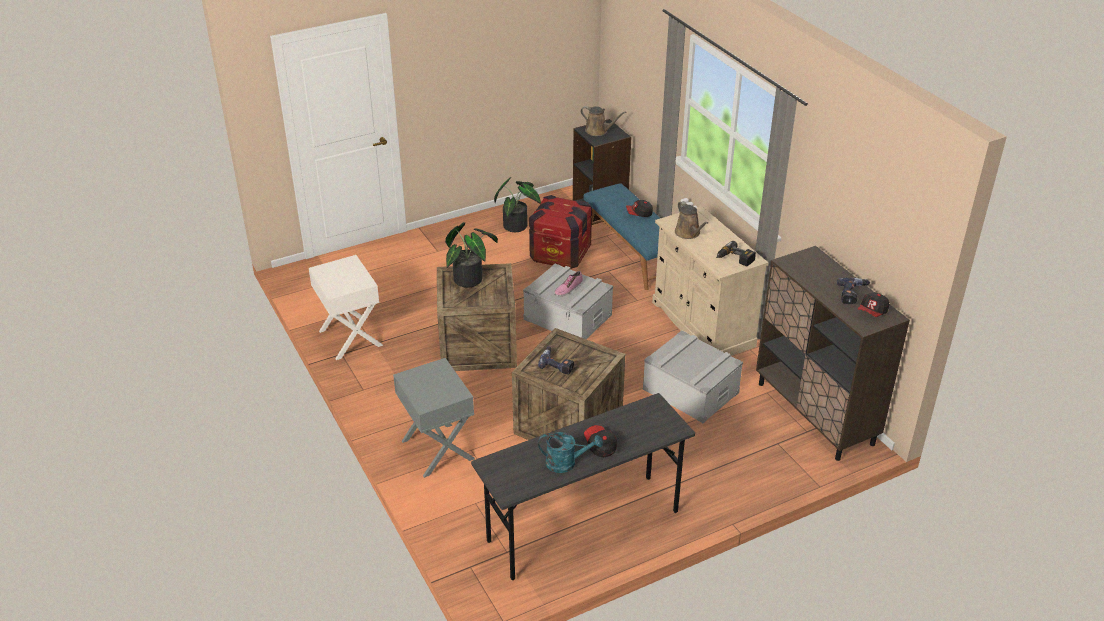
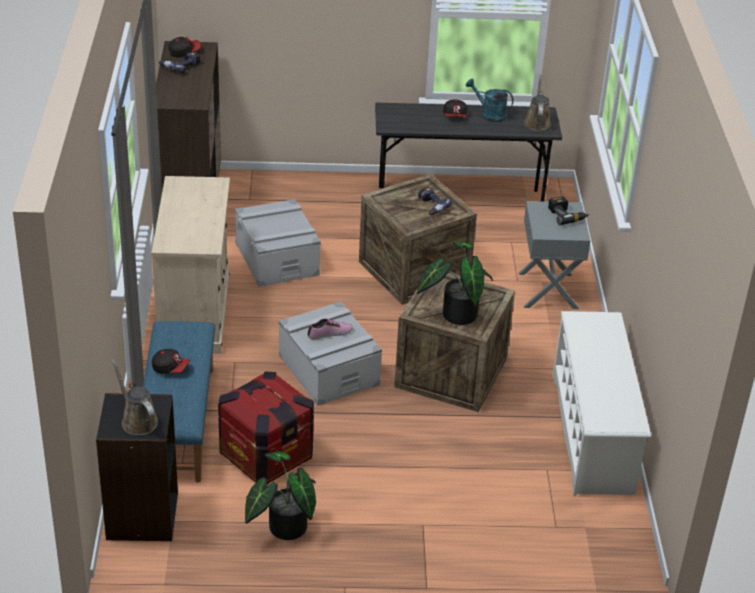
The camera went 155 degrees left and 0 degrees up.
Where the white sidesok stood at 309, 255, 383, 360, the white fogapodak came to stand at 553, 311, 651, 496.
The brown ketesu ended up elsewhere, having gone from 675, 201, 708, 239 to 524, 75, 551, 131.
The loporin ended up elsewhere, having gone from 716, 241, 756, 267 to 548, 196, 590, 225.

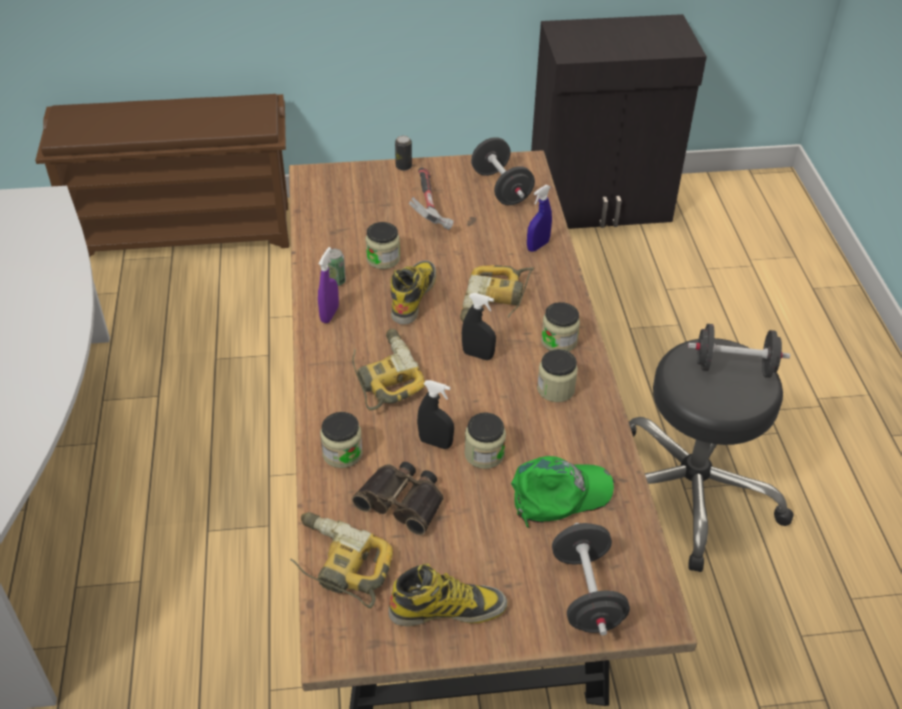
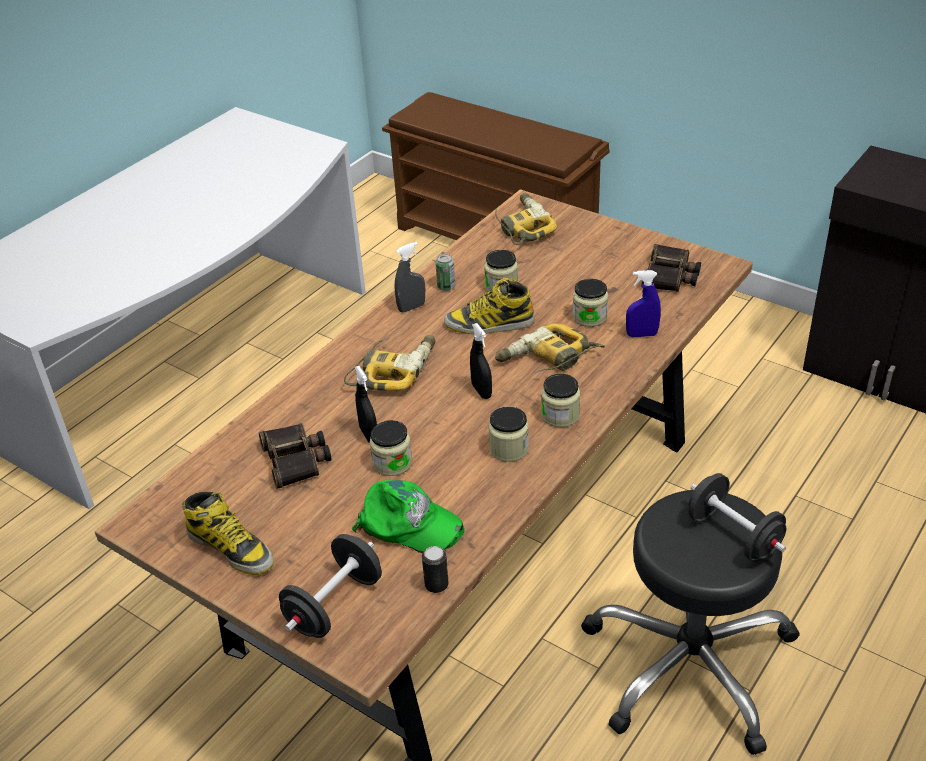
The camera went 45 degrees right and 5 degrees down.
The loporin ended up elsewhere, having gone from 290, 512, 393, 608 to 495, 193, 557, 245.
What was the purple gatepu at 318, 247, 339, 323 turned into the grey gatepu at 394, 242, 425, 312.
The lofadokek ended up elsewhere, having gone from 320, 412, 363, 468 to 573, 279, 608, 327.
The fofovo at 390, 260, 436, 325 ended up facing another way, 150 degrees counterclockwise from before.
The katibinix ended up elsewhere, having gone from 395, 136, 412, 171 to 422, 546, 449, 593.
The second view lost the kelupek at 409, 168, 454, 230.
Where the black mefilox stood at 471, 137, 535, 205, the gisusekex came to stand at 641, 244, 701, 292.

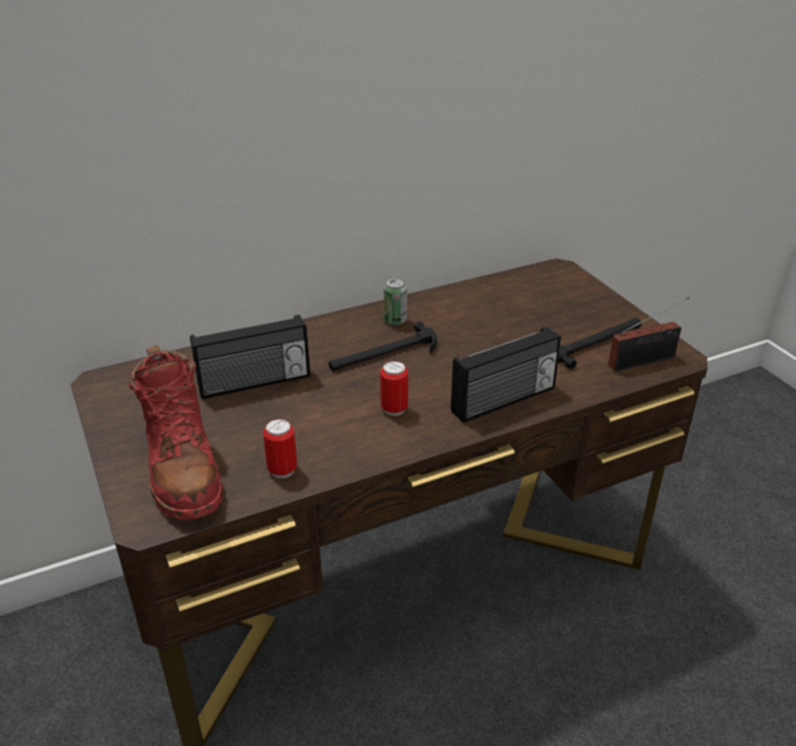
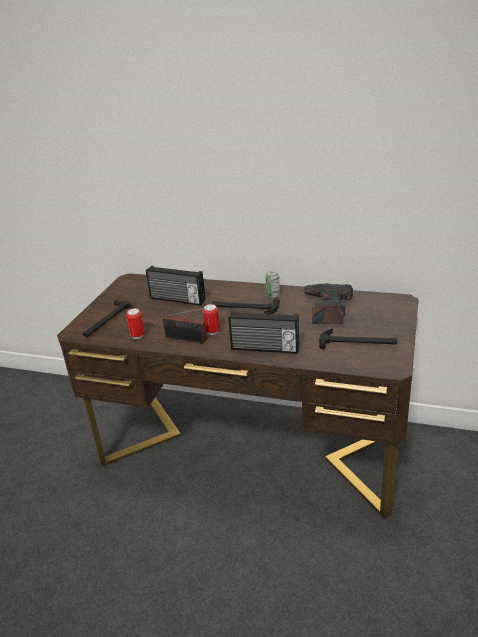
The camera went 45 degrees right and 5 degrees down.
Where the red fofovo stood at 128, 345, 224, 520, the kelupek came to stand at 83, 300, 132, 337.
The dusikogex ended up elsewhere, having gone from 608, 297, 689, 372 to 163, 308, 207, 344.
The second view gained the loporin at 301, 283, 353, 324.

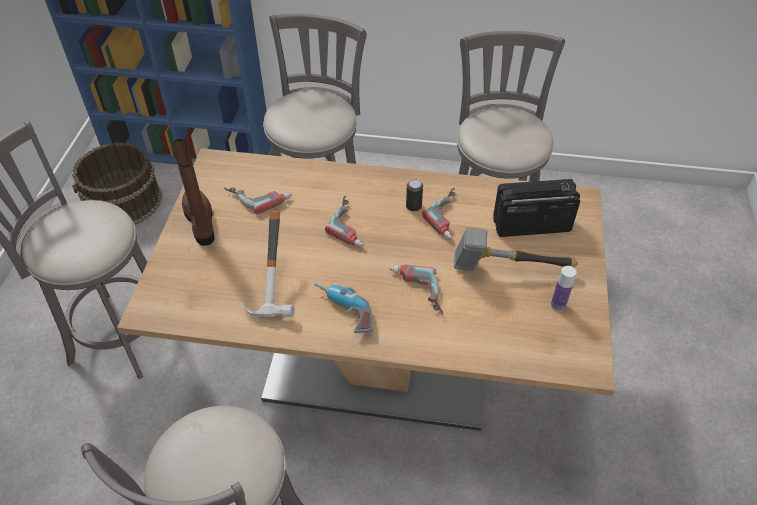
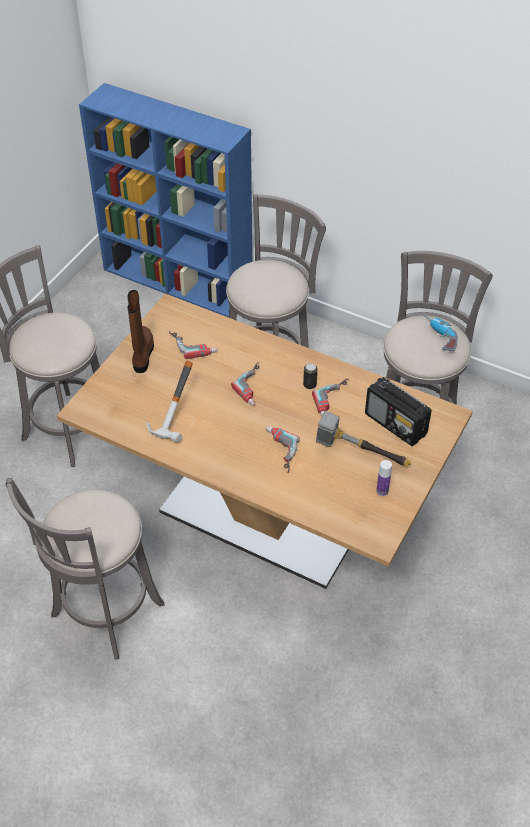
The camera went 20 degrees right and 0 degrees up.
The second view lost the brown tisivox at 72, 142, 162, 225.
The loporin ended up elsewhere, having gone from 314, 283, 373, 333 to 424, 314, 458, 351.
The dusikogex at 493, 179, 580, 237 ended up facing another way, 150 degrees counterclockwise from before.

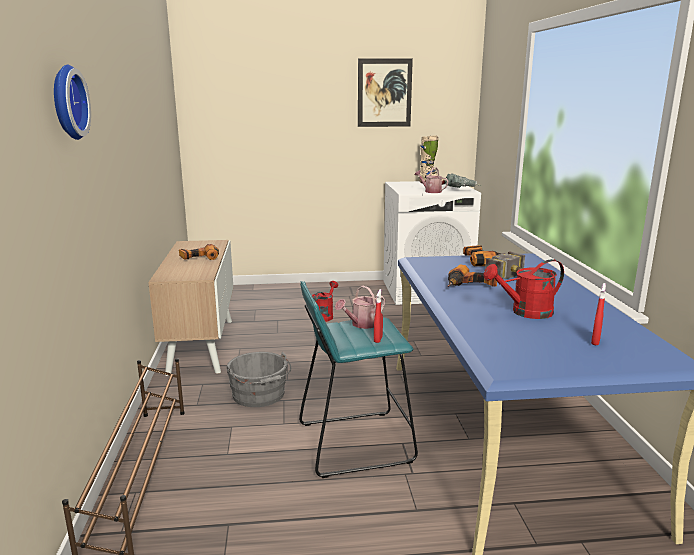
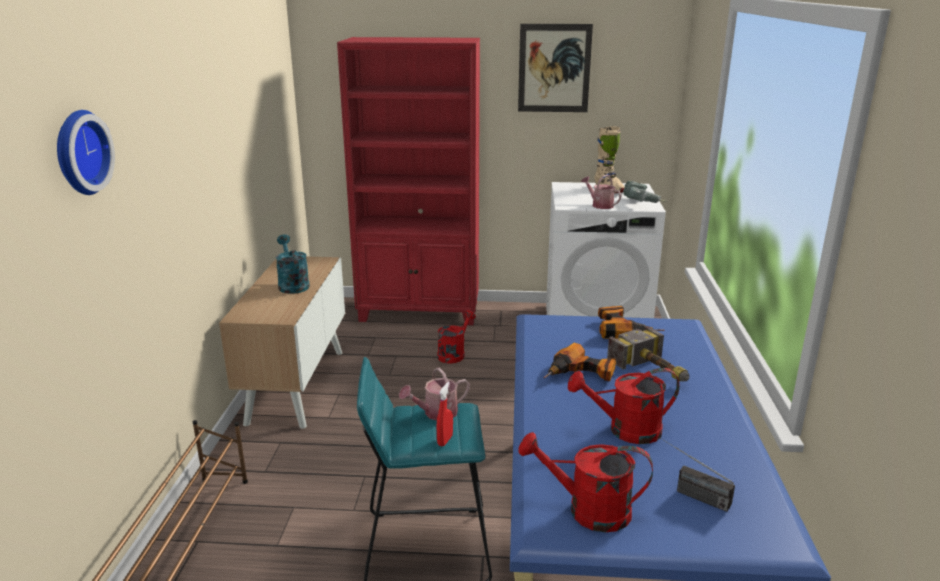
The camera went 10 degrees right and 5 degrees up.
Where the loporin stood at 179, 244, 219, 260, the turquoise ketesu came to stand at 276, 234, 310, 294.
The second view lost the grey tisivox at 226, 352, 291, 407.
Where the red gatepu stood at 591, 283, 606, 345, the dusikogex came to stand at 660, 438, 735, 512.
The second view gained the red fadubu at 337, 37, 480, 325.
The second view gained the red ketesu at 519, 432, 653, 533.

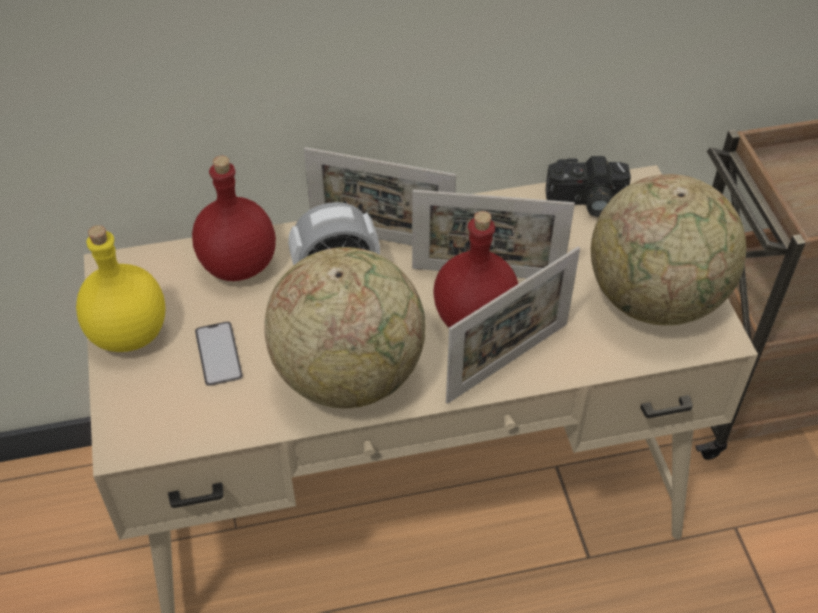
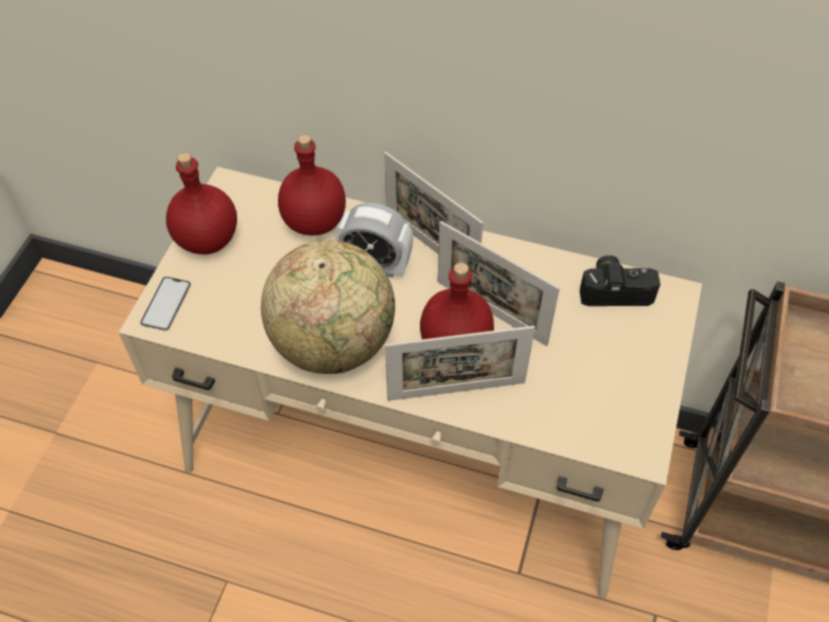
The camera went 30 degrees right and 5 degrees up.
What was the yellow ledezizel at 76, 225, 166, 352 turned into the red ledezizel at 166, 153, 237, 254.
The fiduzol ended up elsewhere, having gone from 195, 322, 243, 386 to 140, 277, 191, 331.
The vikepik at 545, 156, 631, 217 ended up facing another way, 150 degrees clockwise from before.
The second view lost the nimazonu at 591, 174, 746, 325.

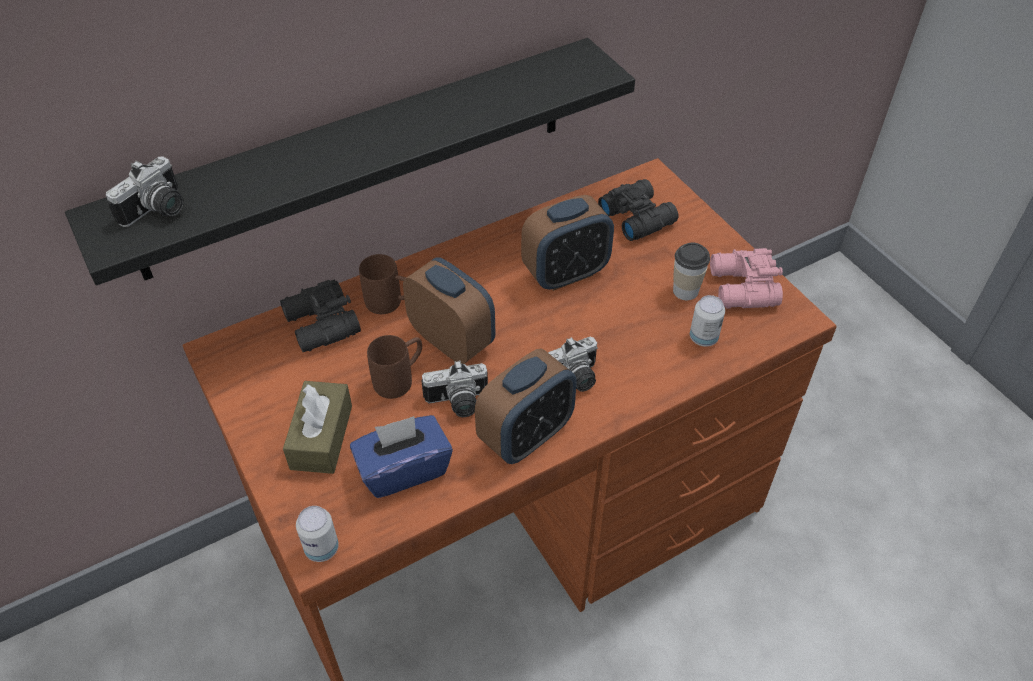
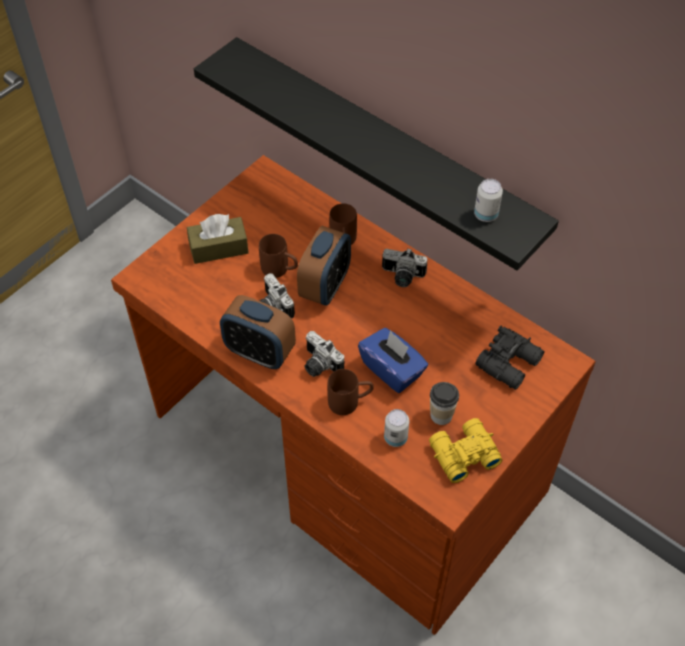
The camera went 70 degrees right and 5 degrees up.
The vikepik ended up elsewhere, having gone from 106, 156, 184, 227 to 382, 249, 427, 287.
The second view lost the black gisusekex at 280, 279, 361, 352.
The katibinix ended up elsewhere, having gone from 296, 506, 339, 562 to 474, 179, 503, 222.
The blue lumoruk ended up elsewhere, having gone from 350, 415, 453, 498 to 358, 328, 428, 393.
The second view lost the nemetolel at 521, 195, 614, 291.
What was the pink gisusekex at 710, 248, 783, 309 turned into the yellow gisusekex at 429, 418, 502, 483.
The second view gained the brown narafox at 327, 369, 374, 415.

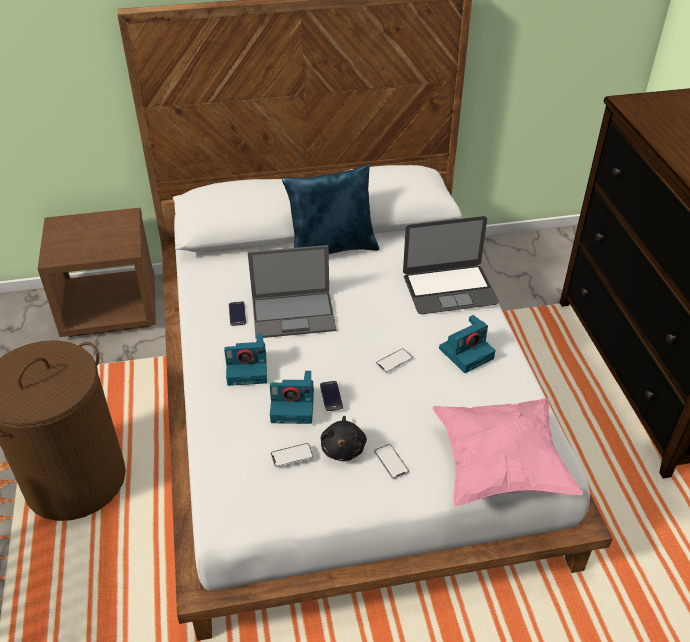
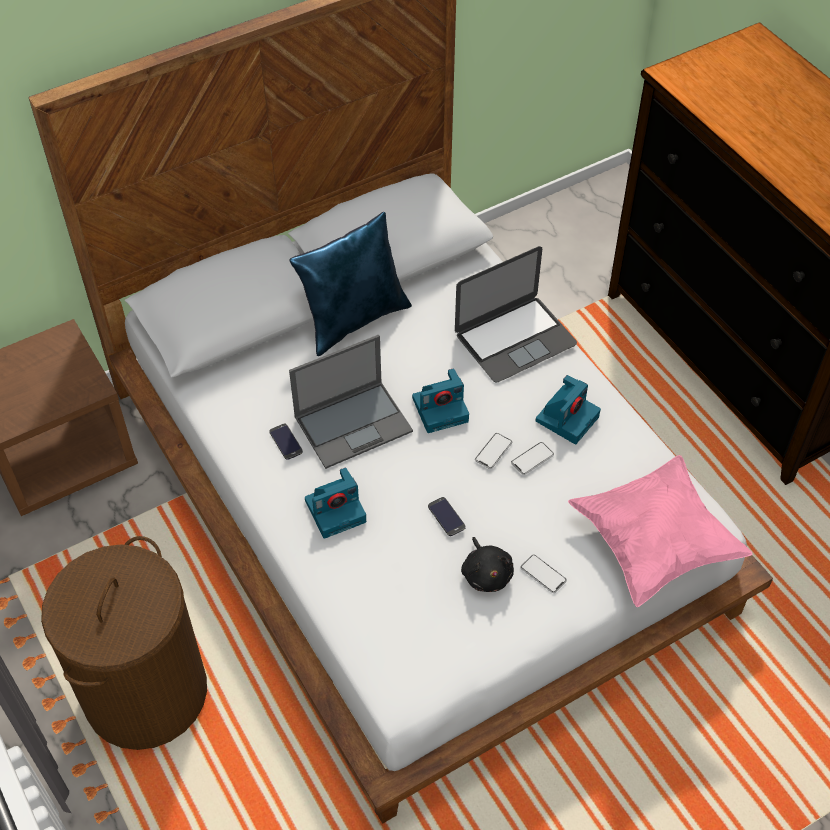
The camera went 20 degrees left and 10 degrees up.
The vikepik ended up elsewhere, having gone from 270, 371, 314, 424 to 412, 368, 469, 433.
The fiduzol ended up elsewhere, having gone from 271, 443, 314, 467 to 511, 442, 554, 475.

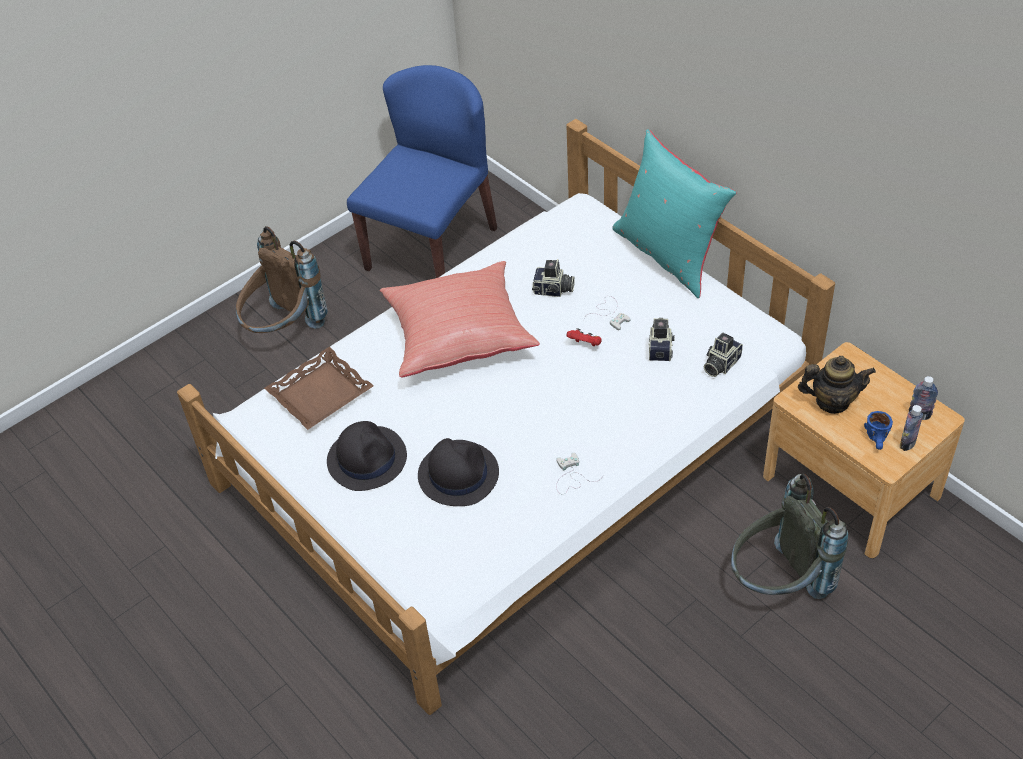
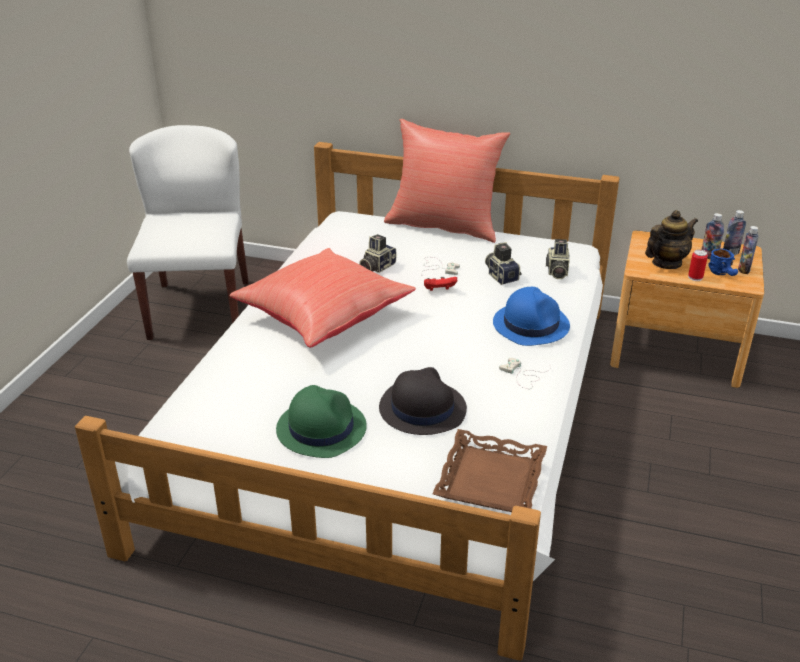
The camera went 35 degrees left and 15 degrees down.
The second view lost the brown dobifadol at 236, 226, 328, 333.
The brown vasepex ended up elsewhere, having gone from 264, 347, 374, 430 to 433, 429, 547, 512.
What was the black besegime at 327, 421, 407, 491 turned into the green besegime at 276, 385, 367, 458.
What was the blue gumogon at 347, 65, 497, 278 turned into the white gumogon at 127, 125, 249, 340.
The vikepik at 532, 259, 575, 297 ended up facing another way, 150 degrees clockwise from before.
What was the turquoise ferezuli at 612, 130, 736, 298 turned into the red ferezuli at 384, 119, 510, 243.
The second view lost the grey dobifadol at 731, 474, 848, 599.
The second view gained the blue besegime at 493, 287, 570, 346.
The second view gained the katibinix at 688, 250, 708, 281.
The second view gained the ledezizel at 701, 213, 724, 259.

